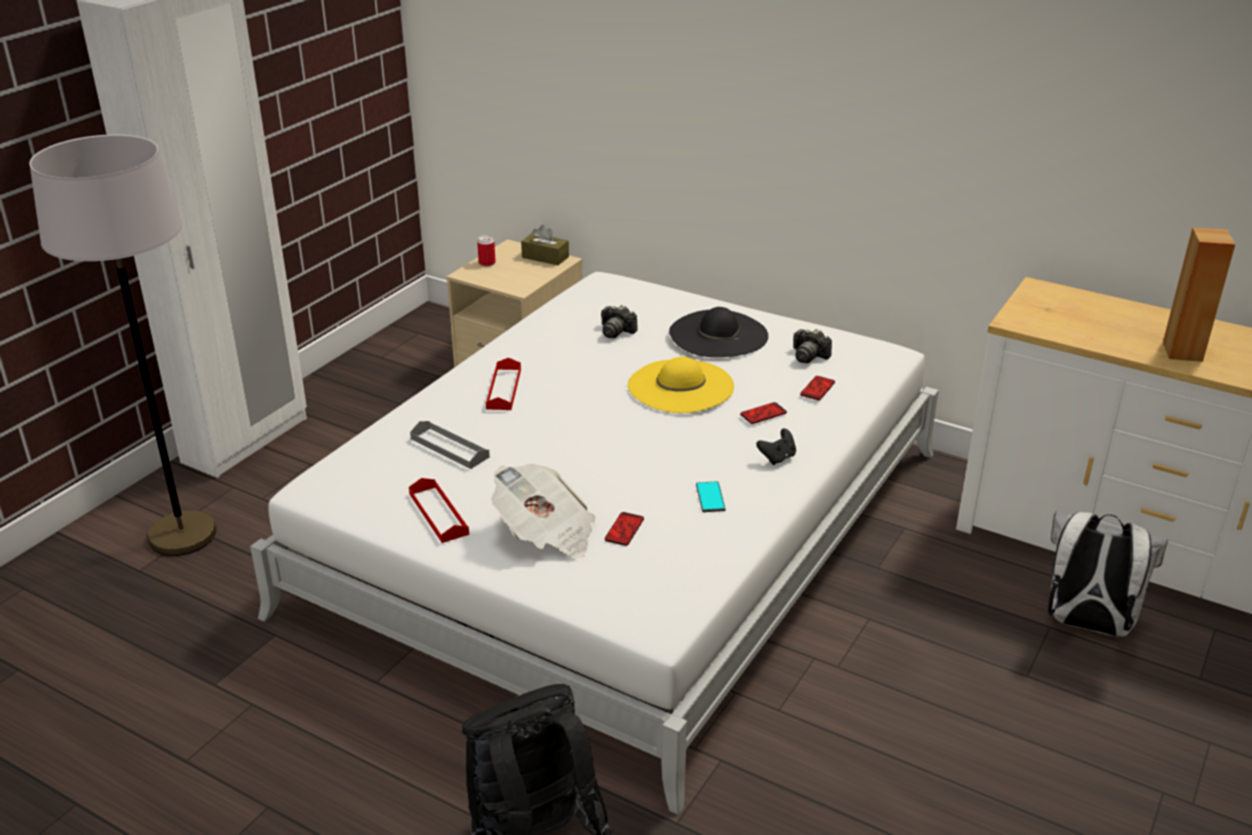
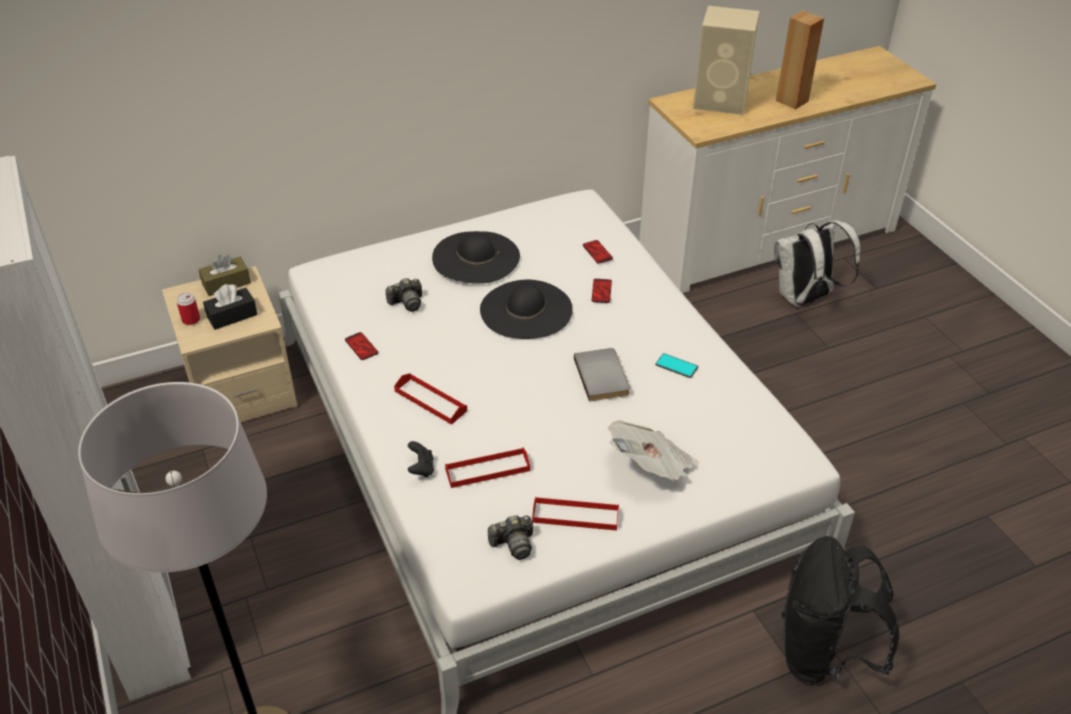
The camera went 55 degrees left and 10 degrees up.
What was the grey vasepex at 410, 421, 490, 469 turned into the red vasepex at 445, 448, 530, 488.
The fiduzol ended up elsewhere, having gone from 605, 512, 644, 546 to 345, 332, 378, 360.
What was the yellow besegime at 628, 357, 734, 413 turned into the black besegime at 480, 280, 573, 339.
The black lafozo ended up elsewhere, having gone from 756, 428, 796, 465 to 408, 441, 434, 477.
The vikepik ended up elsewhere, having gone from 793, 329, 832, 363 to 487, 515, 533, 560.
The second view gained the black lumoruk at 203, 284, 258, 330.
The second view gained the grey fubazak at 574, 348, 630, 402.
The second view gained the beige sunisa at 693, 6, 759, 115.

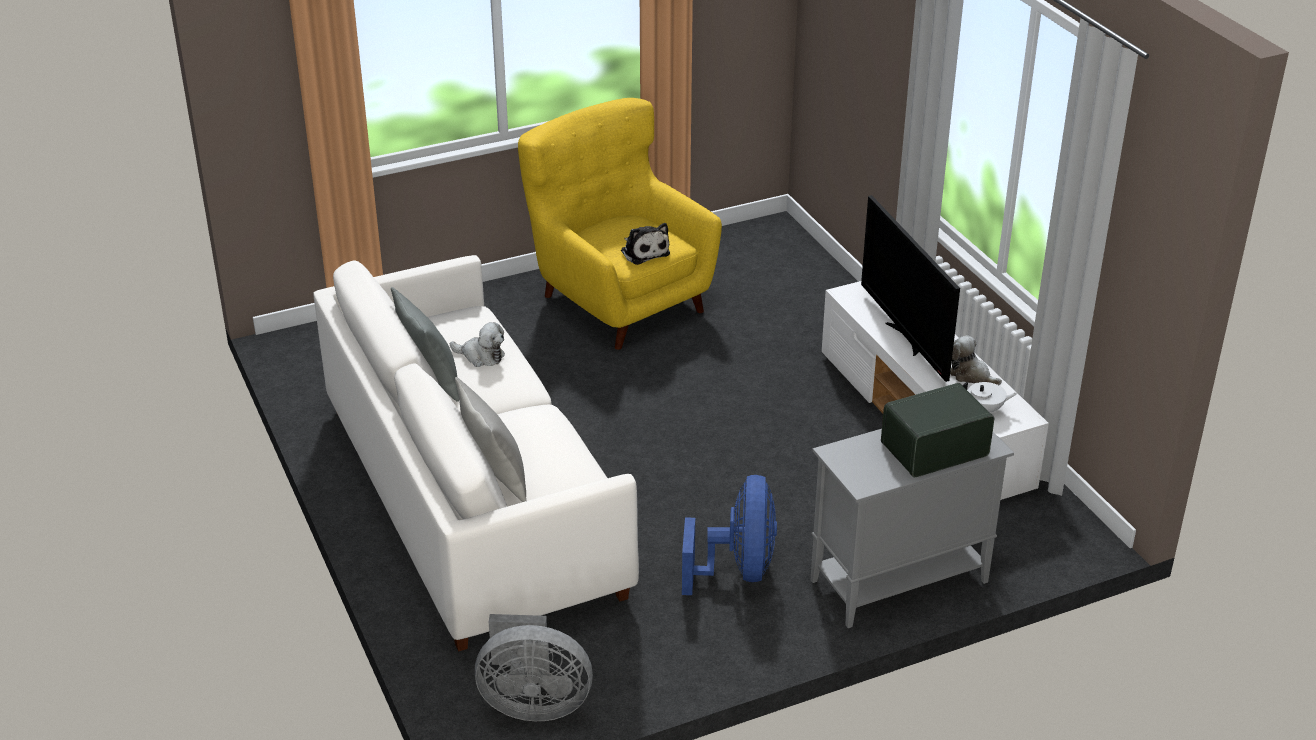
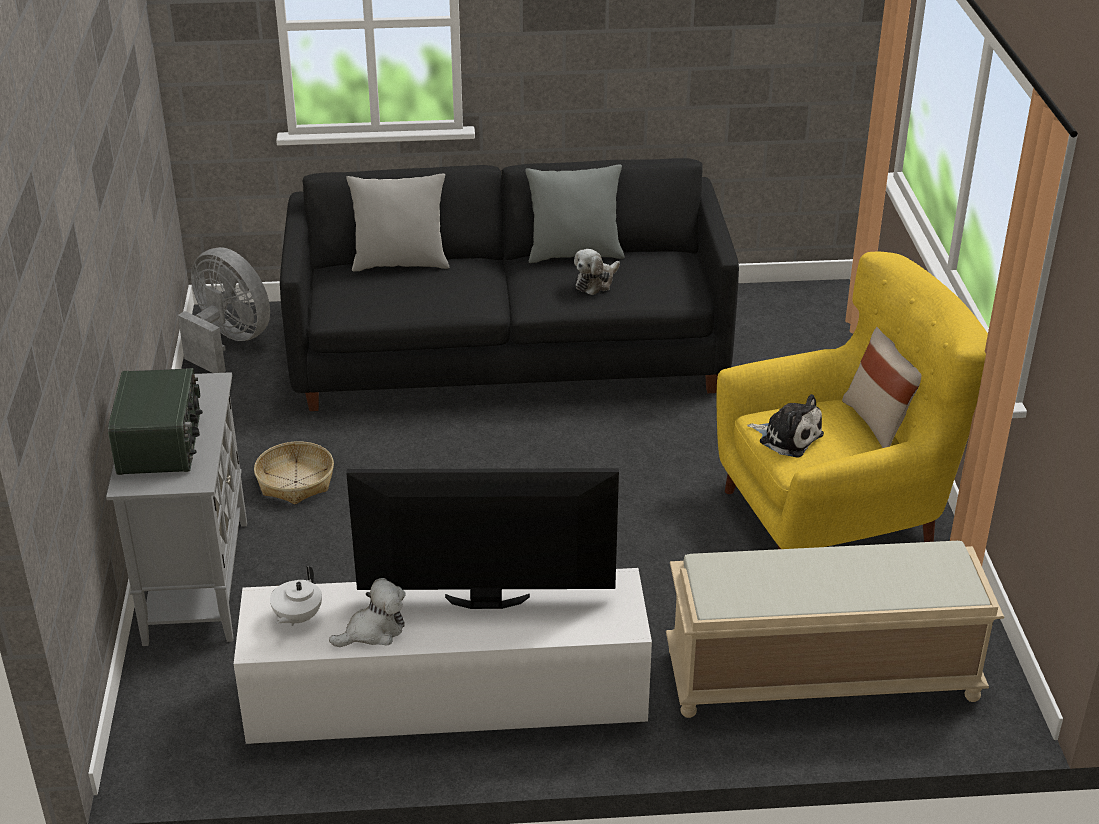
The camera went 110 degrees right and 0 degrees up.
What was the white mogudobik at 313, 255, 639, 651 turned into the black mogudobik at 280, 158, 739, 411.
The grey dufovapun at 475, 614, 593, 721 ended up facing another way, 105 degrees clockwise from before.
The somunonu at 621, 223, 670, 265 ended up facing another way, 135 degrees counterclockwise from before.
Where the blue dufovapun stood at 682, 475, 777, 595, the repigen came to stand at 254, 441, 334, 504.
The second view gained the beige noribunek at 666, 541, 1004, 718.
The second view gained the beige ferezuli at 842, 327, 921, 448.

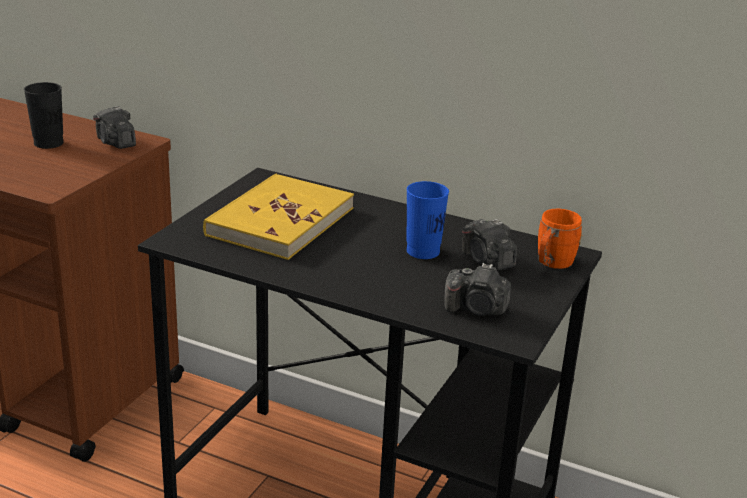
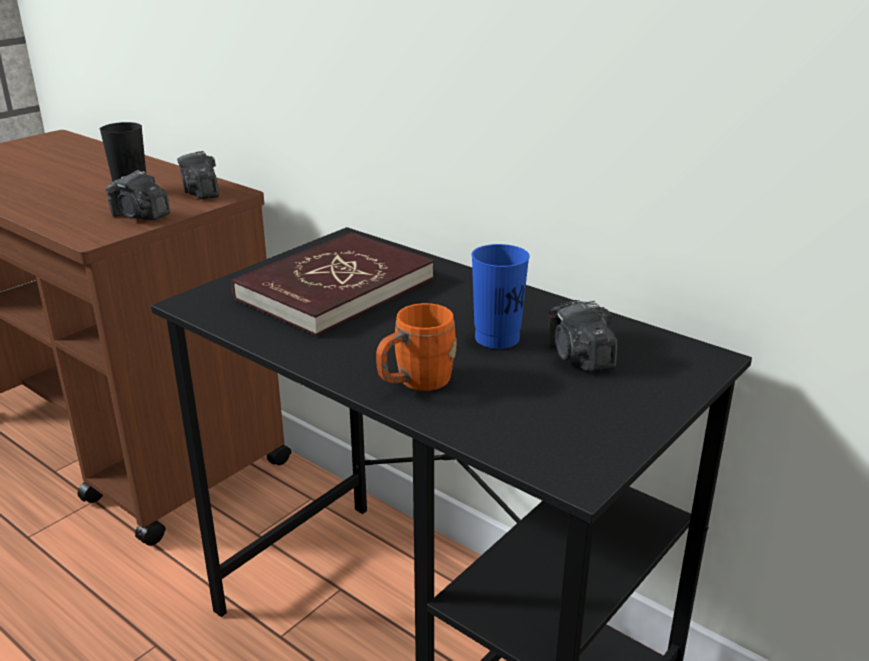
The camera went 15 degrees right and 0 degrees up.
What was the yellow fubazak at 203, 173, 354, 260 turned into the red fubazak at 232, 232, 434, 336.
The vikepik ended up elsewhere, having gone from 444, 263, 511, 316 to 105, 170, 170, 220.
The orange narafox ended up elsewhere, having gone from 538, 209, 582, 269 to 376, 303, 457, 391.

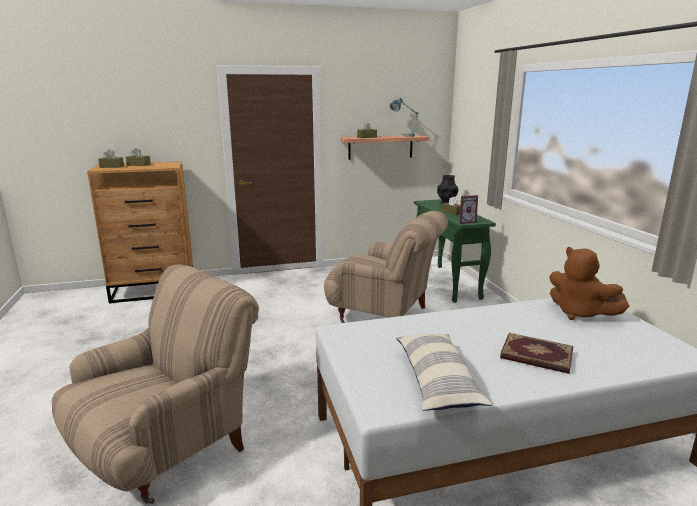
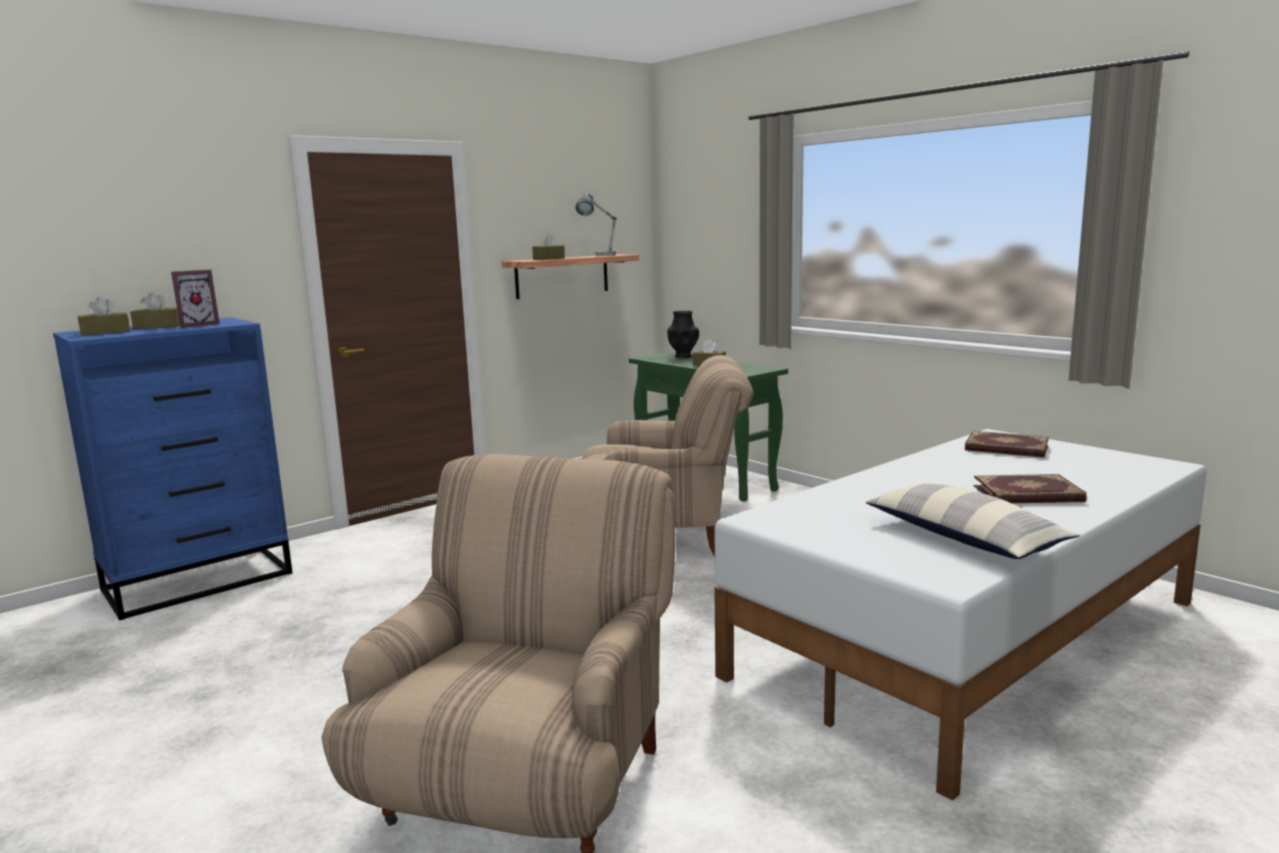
The camera went 25 degrees left and 5 degrees down.
What was the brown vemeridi at 87, 161, 193, 304 turned into the blue vemeridi at 53, 317, 293, 621.
The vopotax ended up elsewhere, having gone from 460, 195, 478, 224 to 171, 270, 220, 328.
Where the brown somunonu stood at 549, 247, 629, 320, the fubazak came to stand at 965, 431, 1049, 458.

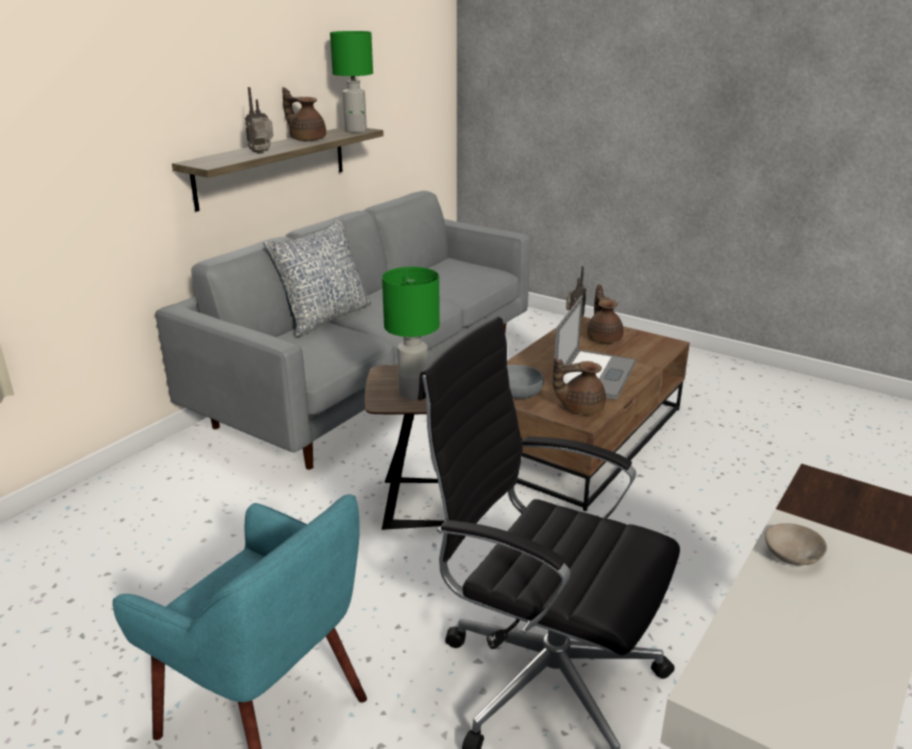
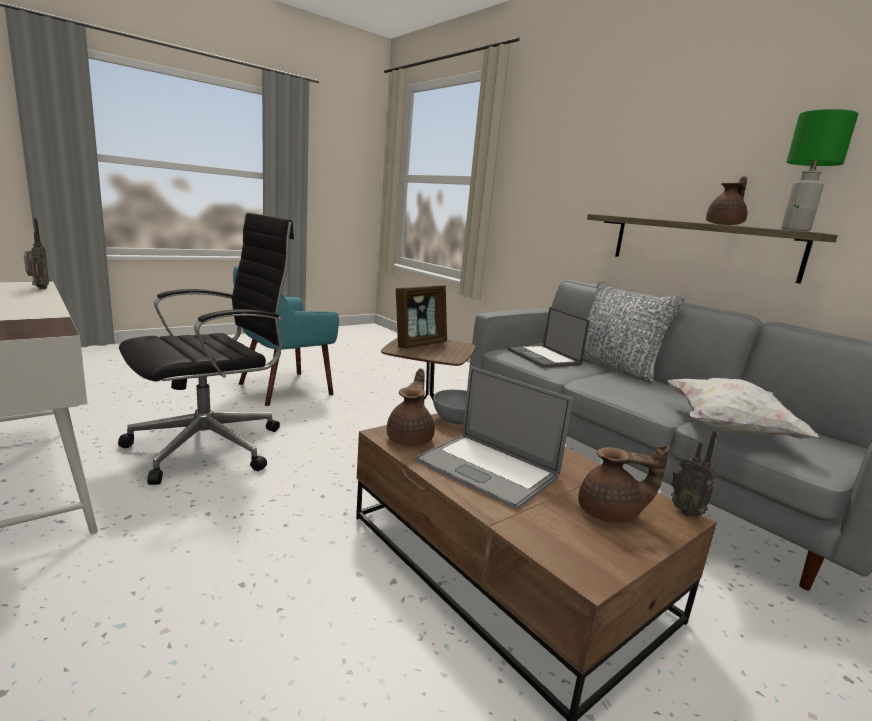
The camera went 105 degrees right and 10 degrees down.
The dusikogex ended up elsewhere, having gone from 245, 87, 273, 154 to 24, 218, 49, 289.
Where the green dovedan stood at 382, 267, 440, 400, the vopotax came to stand at 396, 285, 447, 349.
The second view lost the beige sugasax at 765, 523, 827, 566.
The second view gained the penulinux at 507, 307, 590, 368.
The second view gained the white ferezuli at 667, 378, 819, 439.

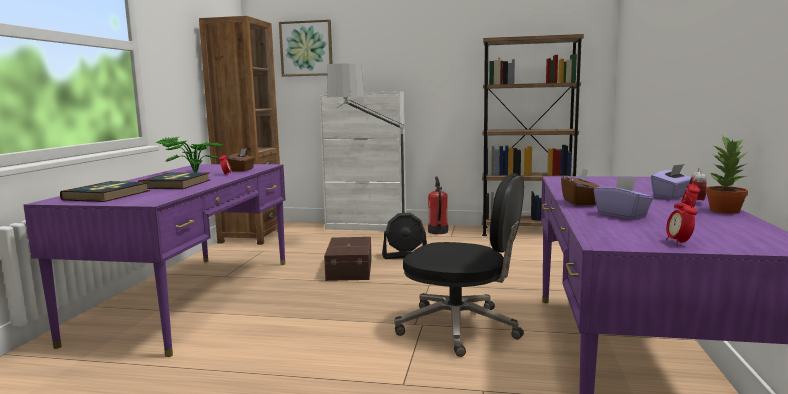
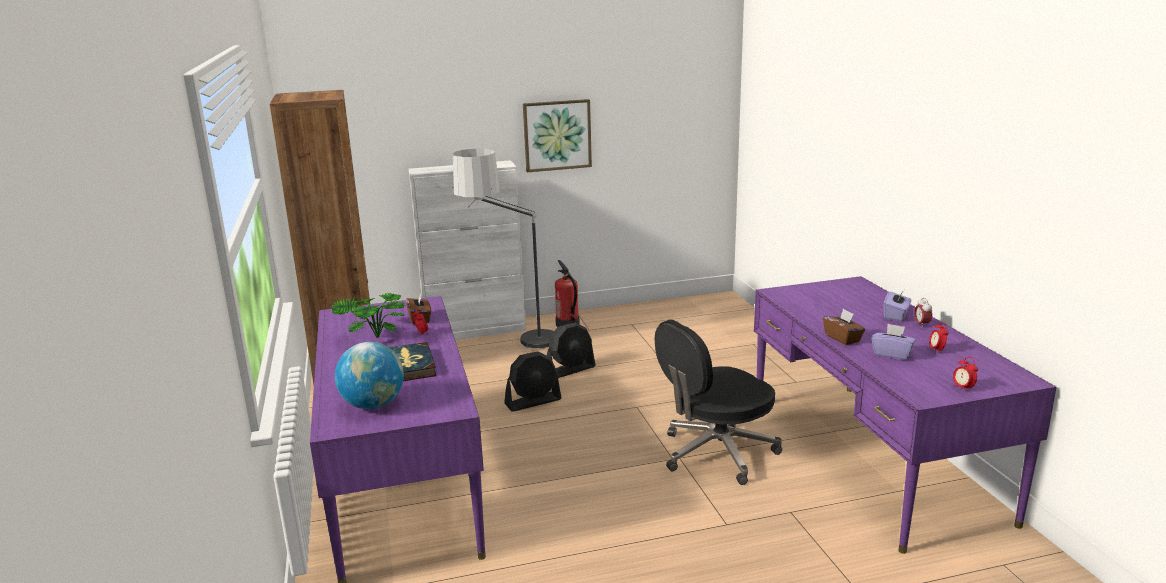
The camera went 25 degrees left and 10 degrees up.
Where the fubazak stood at 60, 181, 150, 202, the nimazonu came to stand at 335, 342, 404, 409.
The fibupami ended up elsewhere, having gone from 279, 20, 333, 77 to 523, 99, 592, 172.
Where the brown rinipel stood at 324, 237, 372, 281, the black dufovapun came to stand at 504, 352, 561, 412.
The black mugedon at 394, 173, 524, 357 ended up facing another way, 150 degrees clockwise from before.
The second view lost the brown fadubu at 482, 34, 584, 236.
The second view lost the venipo at 706, 136, 749, 214.

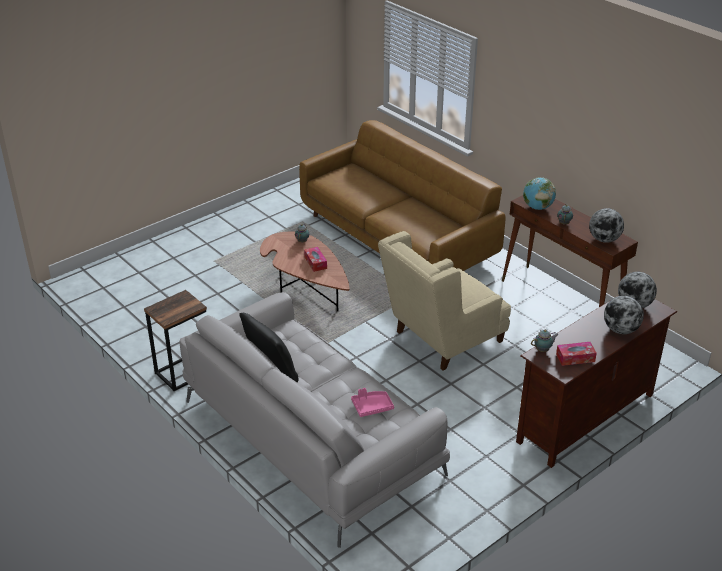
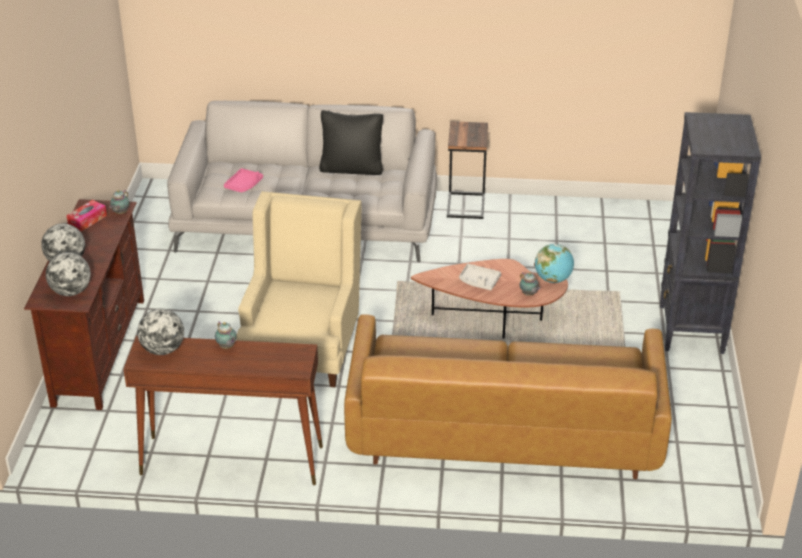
The camera went 135 degrees right and 0 degrees up.
Where the lumoruk stood at 304, 247, 327, 272, the grey vasepex came to stand at 459, 264, 501, 290.
The nimazonu ended up elsewhere, having gone from 523, 177, 556, 210 to 535, 244, 574, 283.
The second view gained the black fadubu at 660, 112, 761, 354.

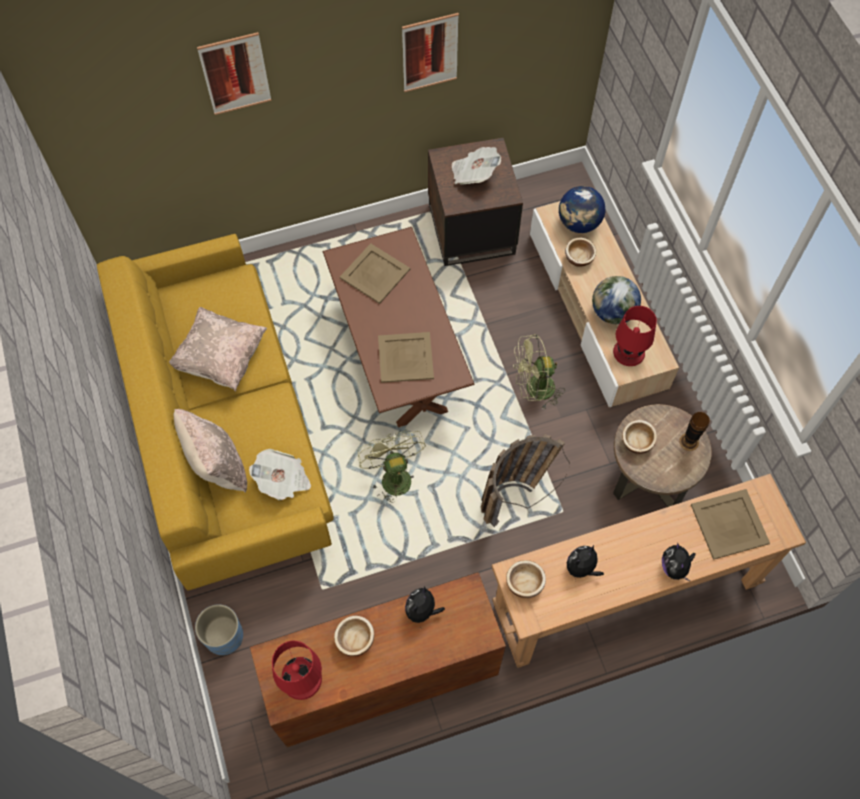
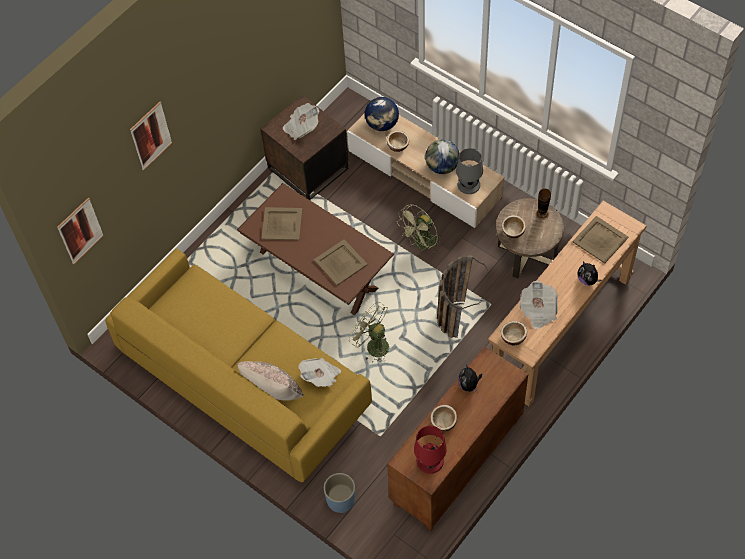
The camera went 30 degrees left and 5 degrees down.
The second view lost the beige ferezuli at 169, 307, 267, 392.
The fibupami ended up elsewhere, having gone from 402, 13, 459, 92 to 57, 197, 104, 265.
Where the somunonu stood at 567, 545, 604, 583, the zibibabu came to stand at 519, 281, 558, 329.
What was the red dovedan at 613, 306, 657, 366 turned into the grey dovedan at 456, 148, 483, 194.

